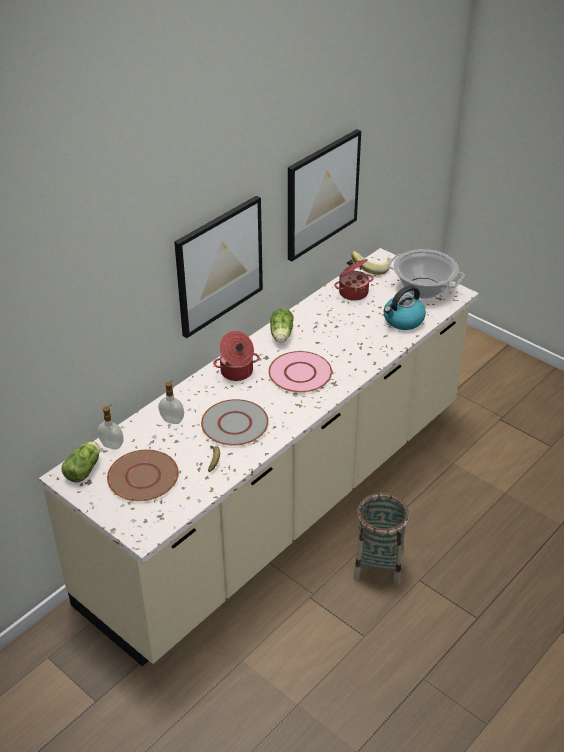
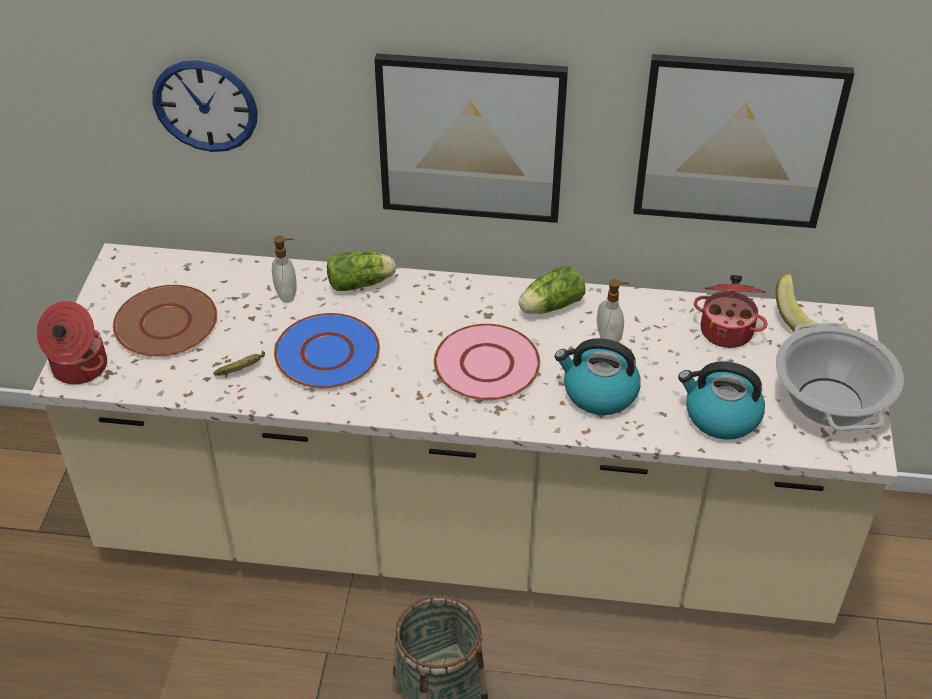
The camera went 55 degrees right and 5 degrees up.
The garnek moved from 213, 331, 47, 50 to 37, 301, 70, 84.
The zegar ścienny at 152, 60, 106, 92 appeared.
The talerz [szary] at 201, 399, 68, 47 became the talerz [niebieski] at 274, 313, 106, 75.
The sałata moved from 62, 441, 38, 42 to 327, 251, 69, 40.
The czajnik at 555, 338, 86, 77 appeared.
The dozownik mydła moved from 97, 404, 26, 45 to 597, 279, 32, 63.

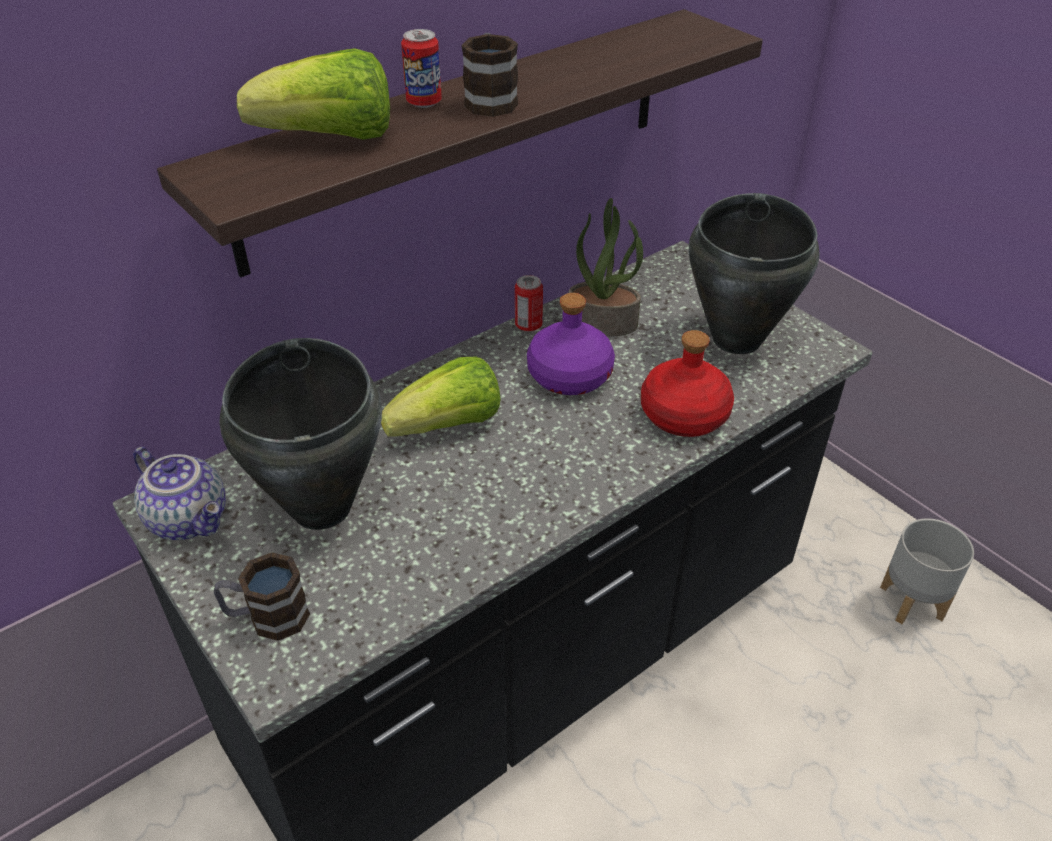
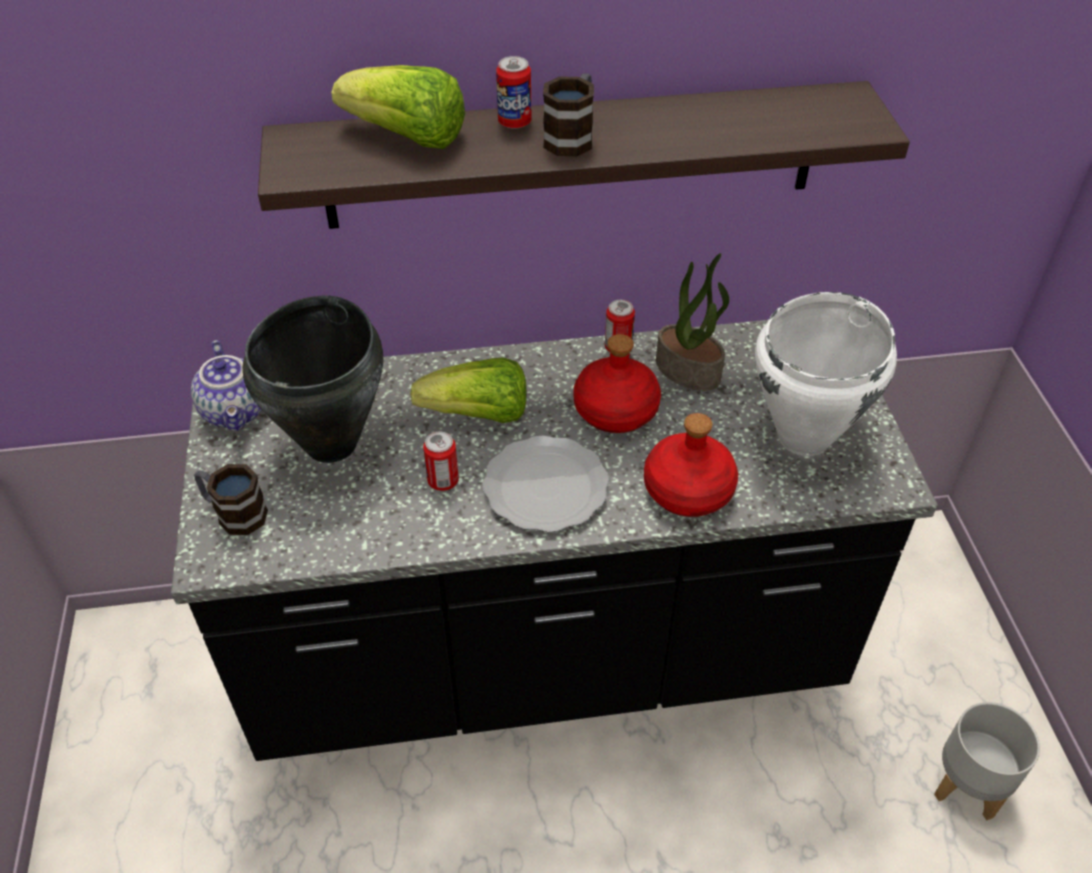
The camera went 30 degrees right and 5 degrees up.
The puszka at 423, 432, 36, 59 appeared.
The talerz at 482, 435, 127, 97 appeared.
The butelka [fioletowy] at 527, 293, 88, 102 became the butelka [czerwony] at 573, 334, 88, 99.
The garnek [czarny] at 689, 193, 131, 161 became the garnek [biały] at 755, 292, 142, 164.

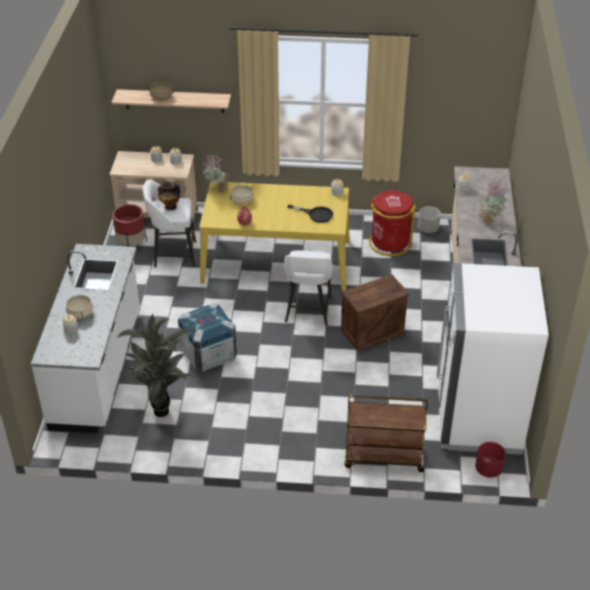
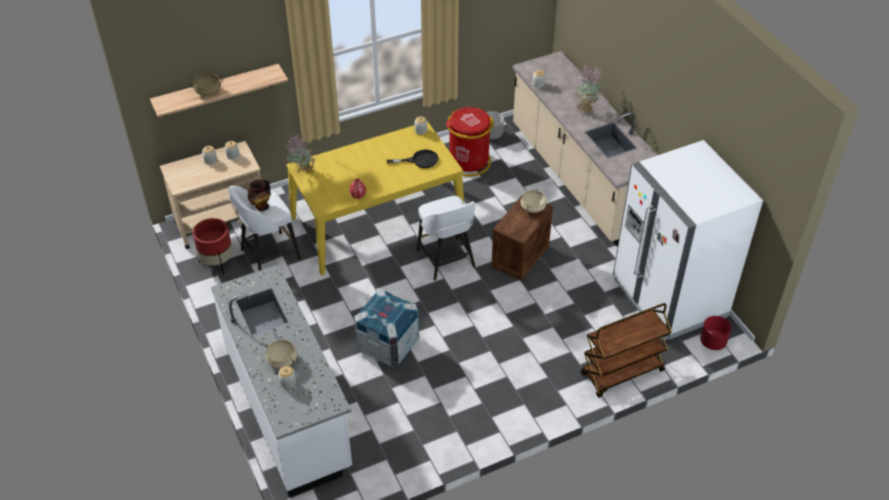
The camera went 30 degrees left and 5 degrees up.
The garnek [beżowy] moved from 230, 185, 24, 19 to 521, 189, 26, 24.
The roślina doniczkowa at 117, 314, 78, 103 disappeared.

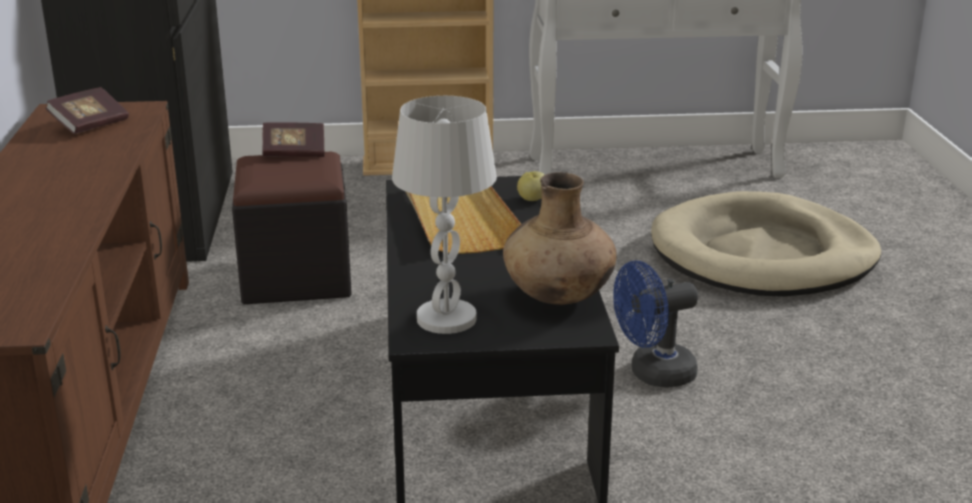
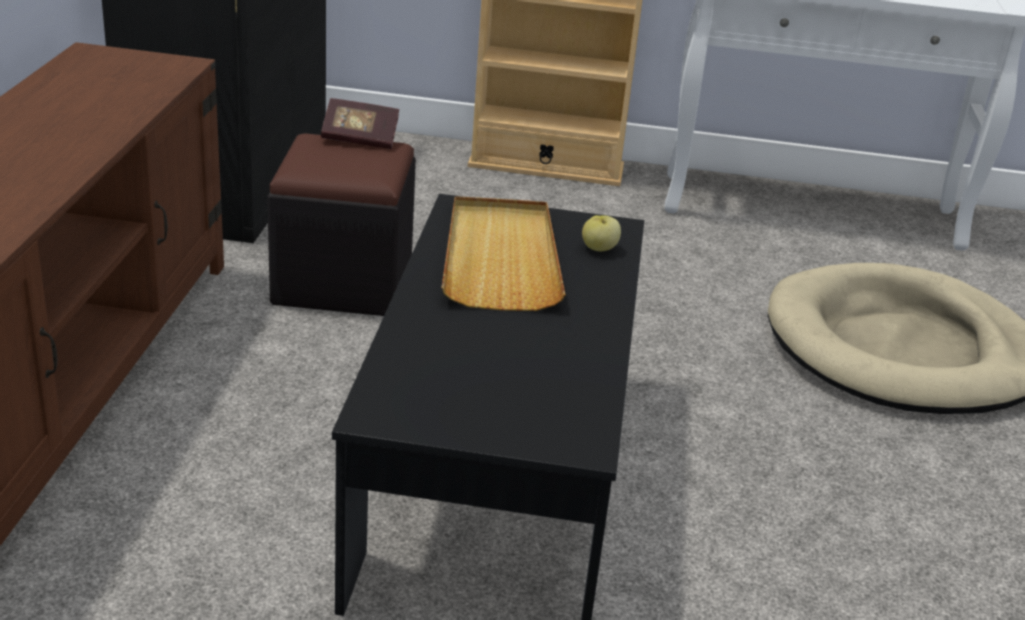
The camera went 10 degrees right and 5 degrees up.
The książka at 45, 87, 84, 47 disappeared.
The lampa stołowa [biały] at 392, 96, 105, 238 disappeared.
The wazon [brązowy] at 503, 172, 114, 133 disappeared.
The wentylator [niebieski] at 614, 261, 84, 127 disappeared.

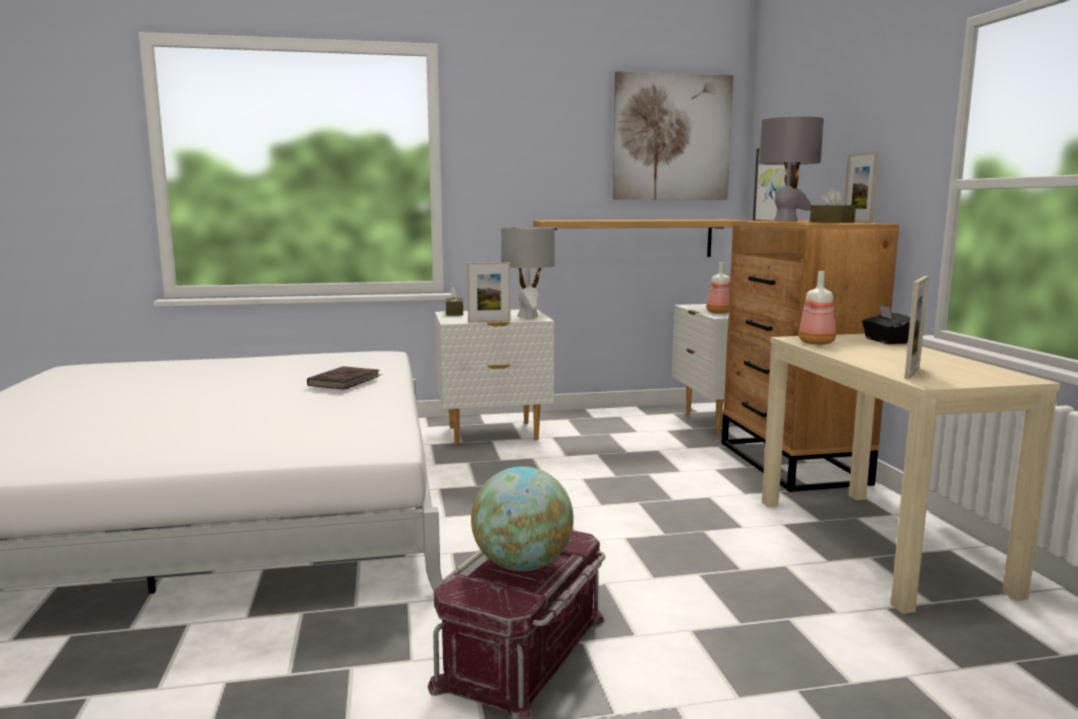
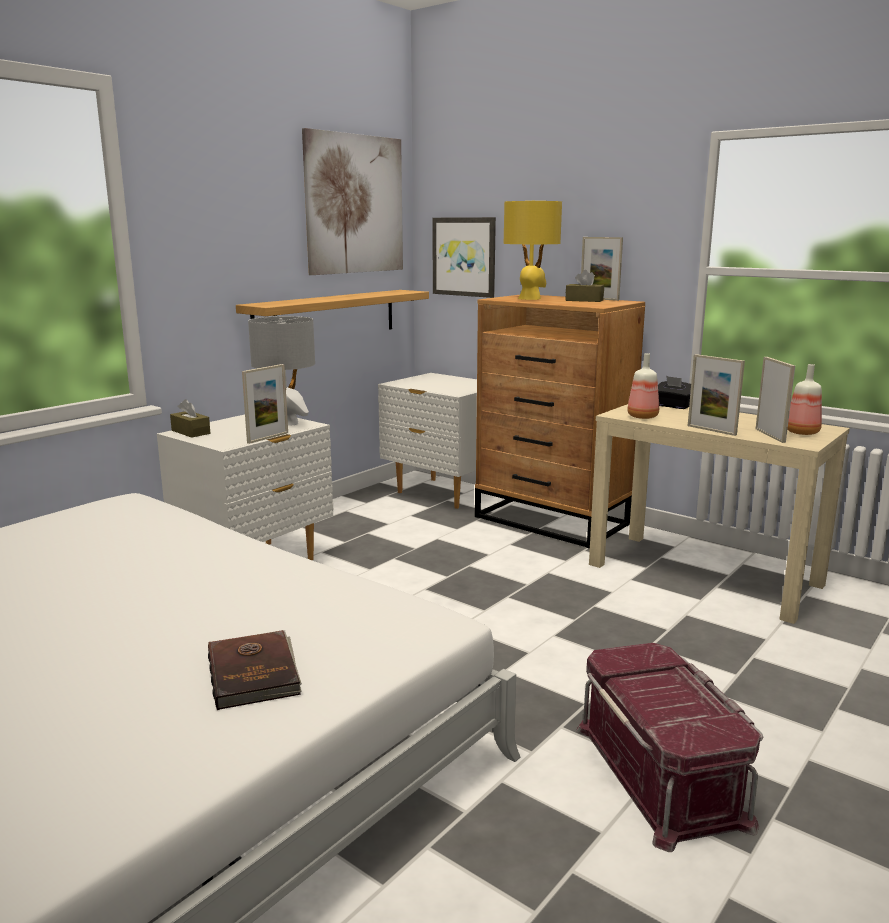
The camera went 40 degrees left and 5 degrees up.
The książka [brązowy] moved from 307, 366, 75, 24 to 208, 630, 94, 80.
The lampa stołowa [szary] at 759, 116, 65, 105 became the lampa stołowa [żółty] at 504, 200, 58, 100.
The ramka na zdjęcie at 688, 354, 57, 82 appeared.
The butelka moved from 707, 262, 23, 52 to 787, 364, 35, 71.
The globus at 471, 466, 103, 105 disappeared.

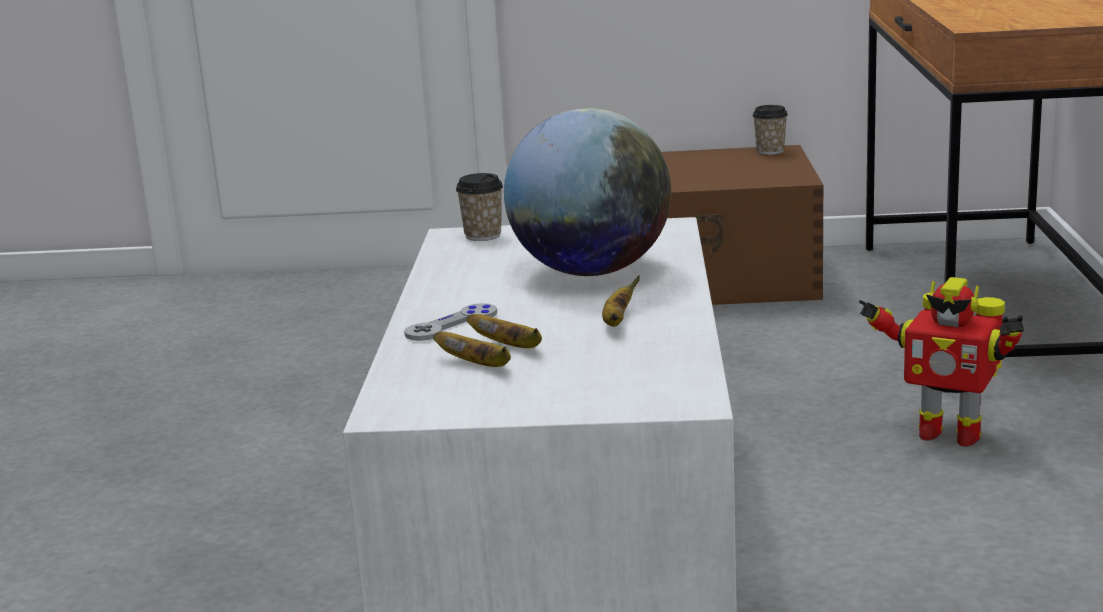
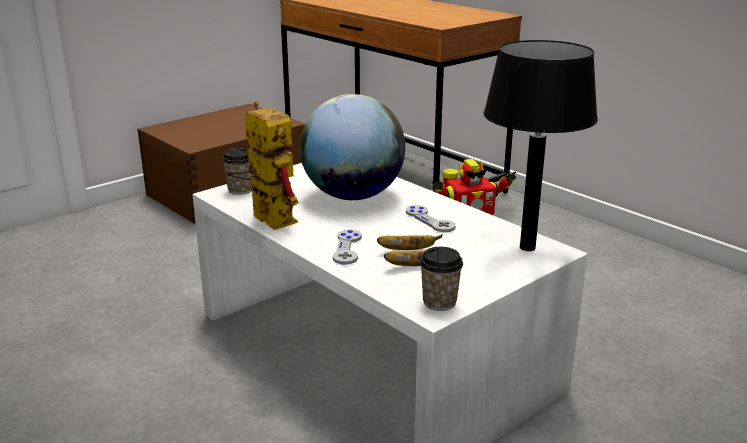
The camera went 45 degrees left and 5 degrees up.
The robot zabawkowy at 227, 101, 72, 129 appeared.
The banan at 602, 275, 38, 52 was replaced by the pad do gier [szary] at 406, 205, 49, 27.
The filiżanka moved from 753, 105, 35, 50 to 420, 247, 43, 64.
The lampa stołowa [czarny] at 483, 40, 115, 211 appeared.

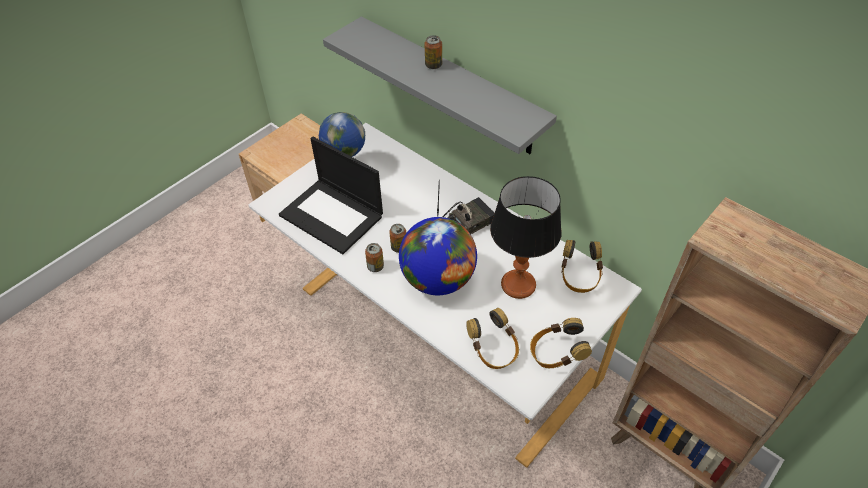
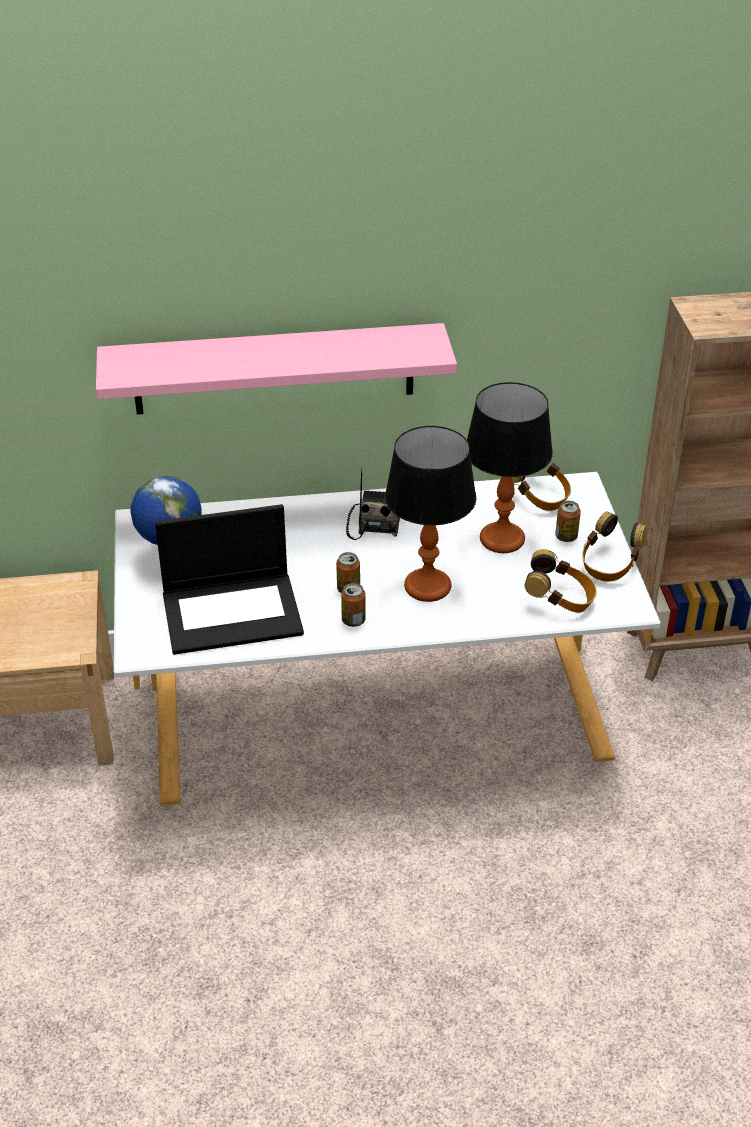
The camera went 50 degrees left and 10 degrees down.
The półka [szary] at 323, 16, 234, 138 became the półka [różowy] at 96, 323, 361, 92.
The globus at 399, 217, 78, 78 was replaced by the lampa stołowa at 385, 426, 91, 176.
The puszka moved from 425, 35, 17, 34 to 555, 501, 26, 41.

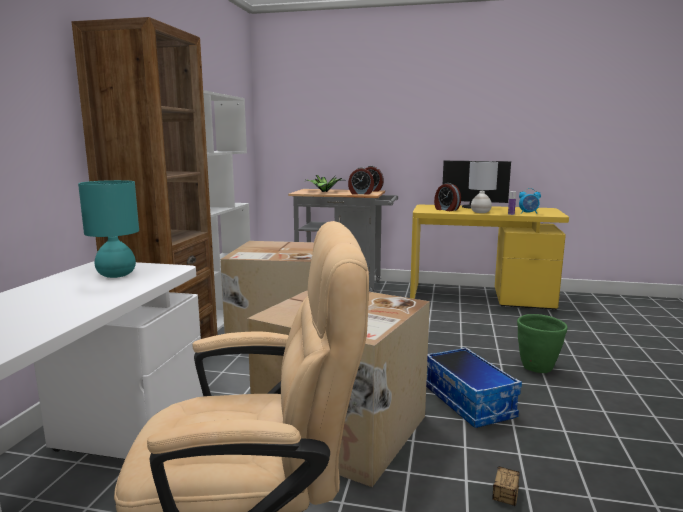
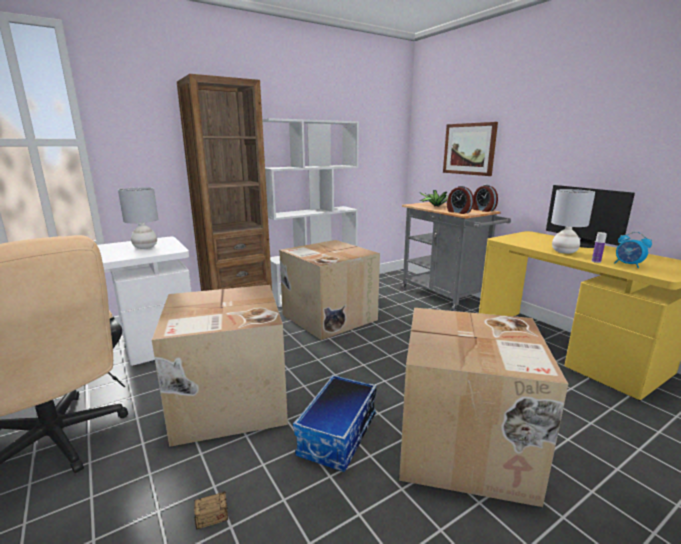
The camera went 45 degrees right and 5 degrees up.
The lampa stołowa [turkusowy] at 78, 180, 61, 98 became the lampa stołowa [szary] at 118, 187, 40, 62.
The donica [zielony] at 517, 314, 51, 59 was replaced by the karton at 399, 308, 169, 199.
The obraz at 443, 122, 55, 54 appeared.
The budzik at 434, 183, 27, 28 disappeared.

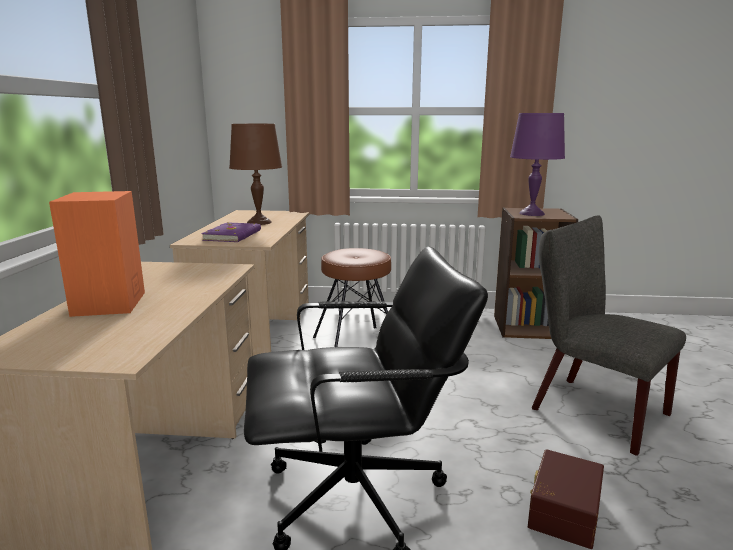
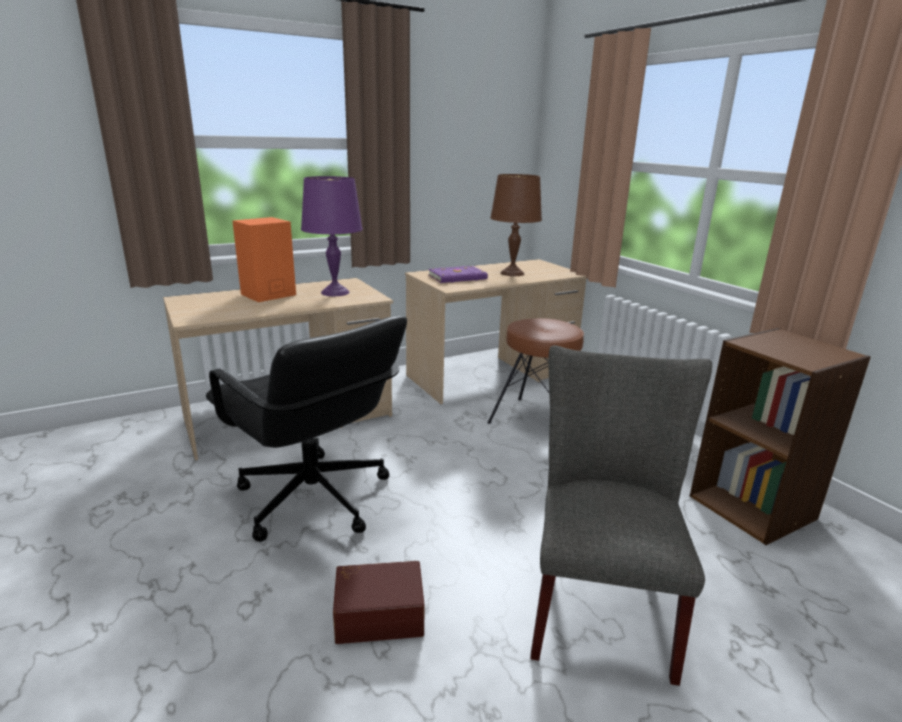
The camera went 55 degrees right and 5 degrees up.
The lampa stołowa [fioletowy] moved from 510, 113, 55, 103 to 301, 176, 62, 120.

